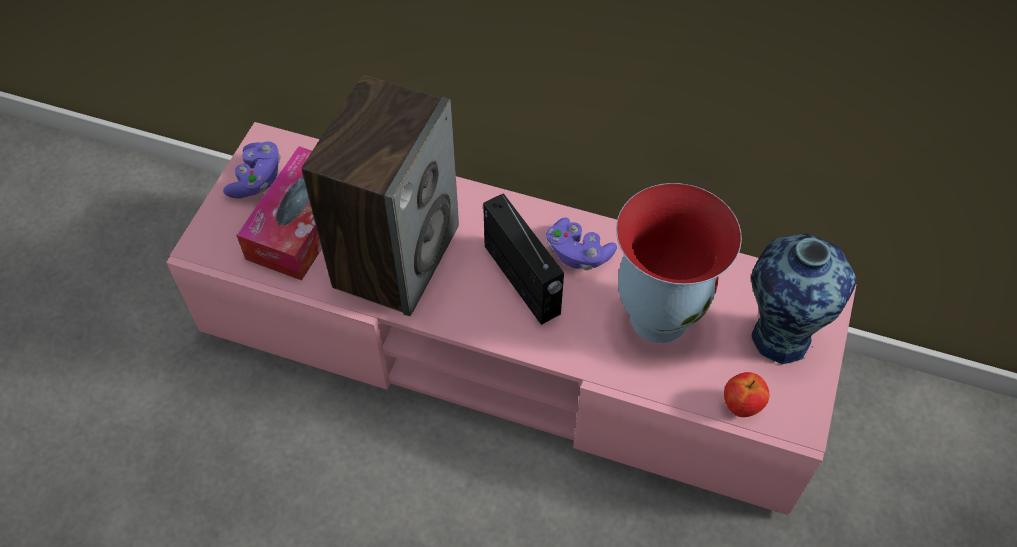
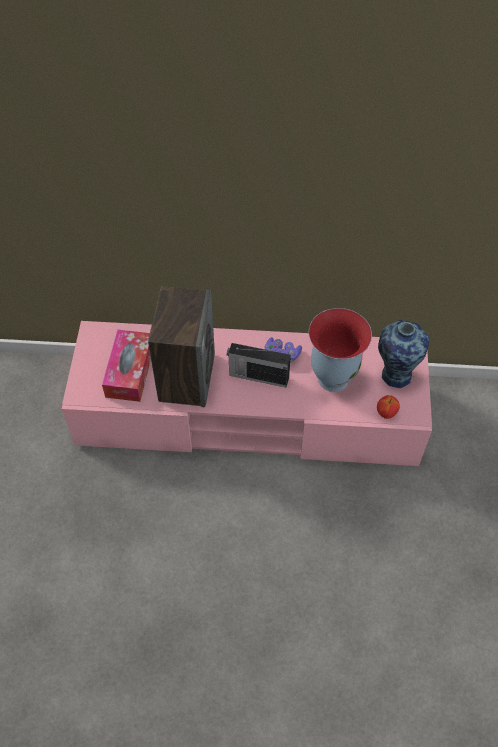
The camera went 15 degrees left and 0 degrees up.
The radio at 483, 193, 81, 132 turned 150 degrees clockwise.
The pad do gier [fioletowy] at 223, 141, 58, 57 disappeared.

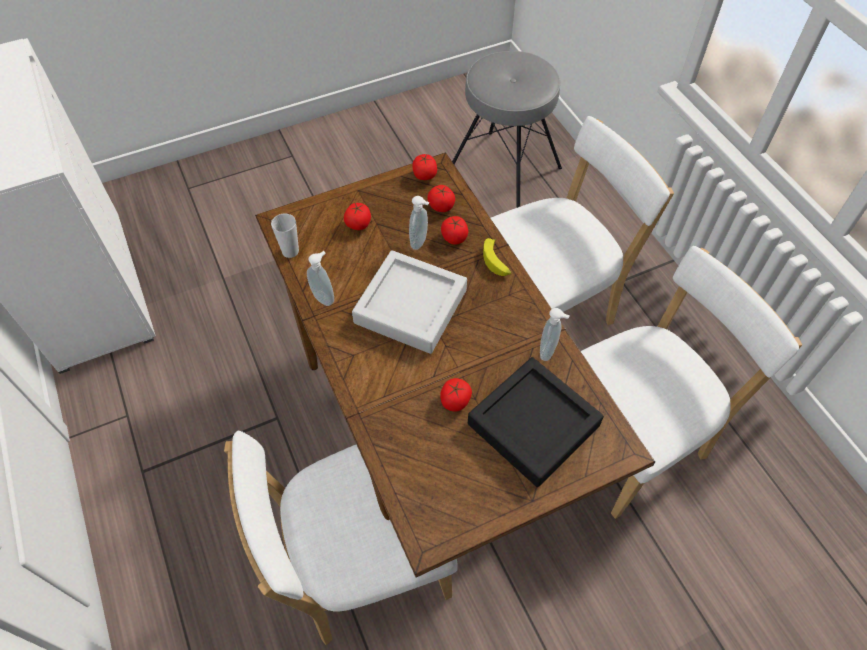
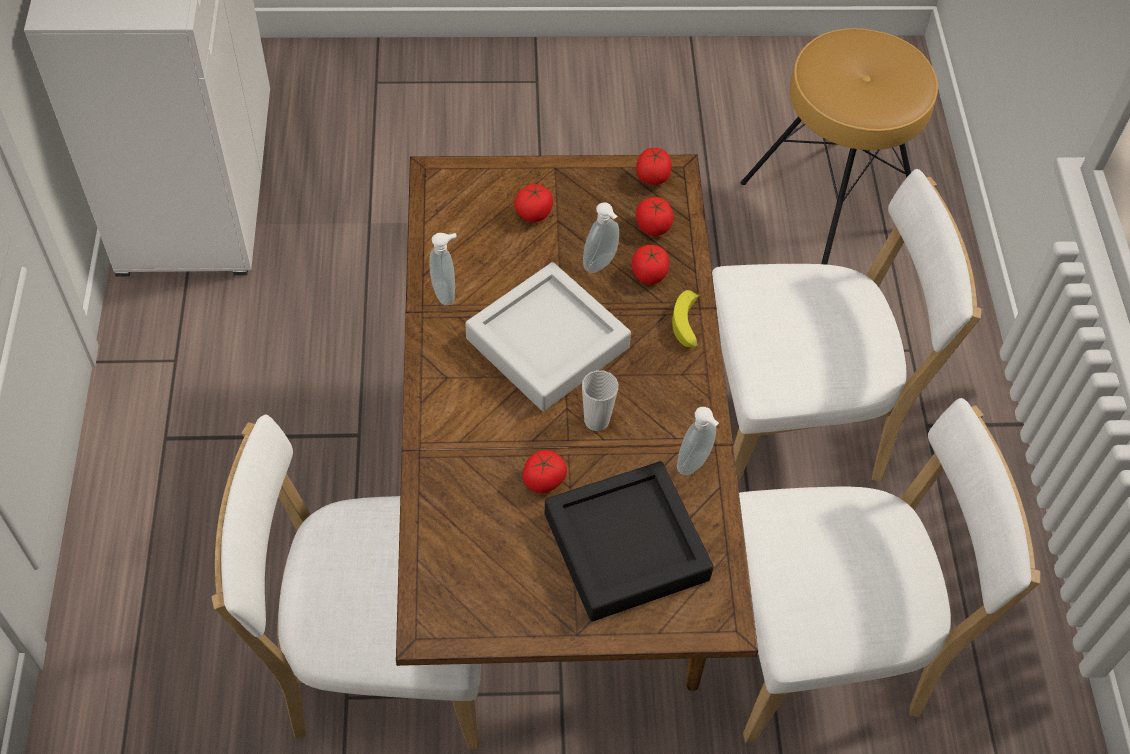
The camera went 20 degrees right and 0 degrees up.
The filiżanka moved from 271, 214, 28, 44 to 582, 370, 36, 61.
The stołek [szary] at 452, 51, 110, 157 became the stołek [brązowy] at 741, 28, 197, 237.

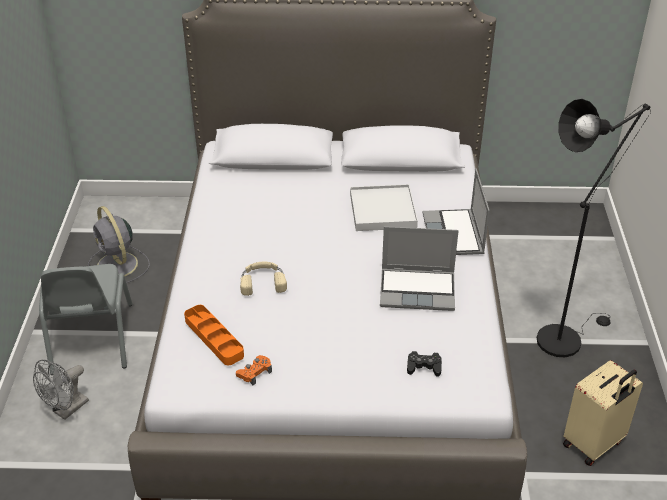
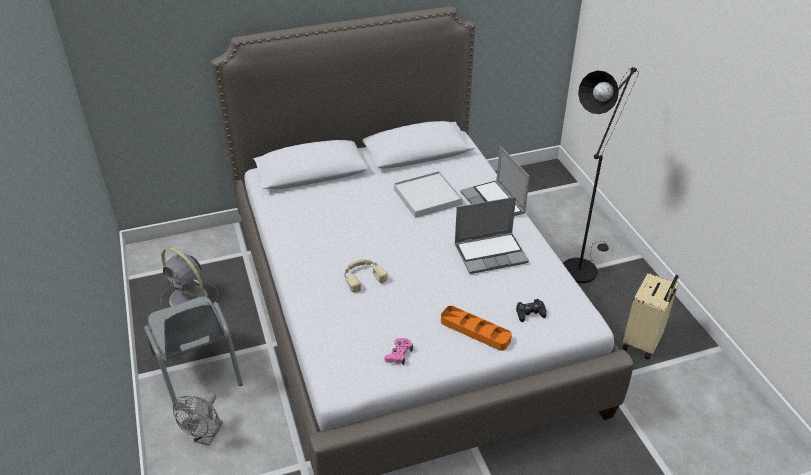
The camera went 20 degrees left and 0 degrees up.
The pad do gier [pomarańczowy] at 236, 355, 36, 31 became the pad do gier [różowy] at 384, 338, 29, 27.
The taca [pomarańczowy] moved from 184, 305, 60, 60 to 441, 306, 71, 45.

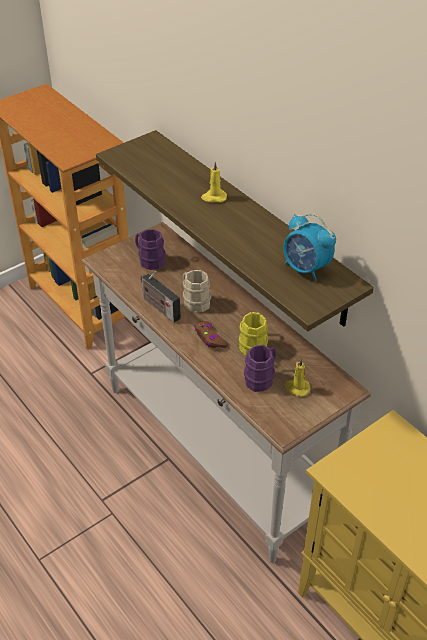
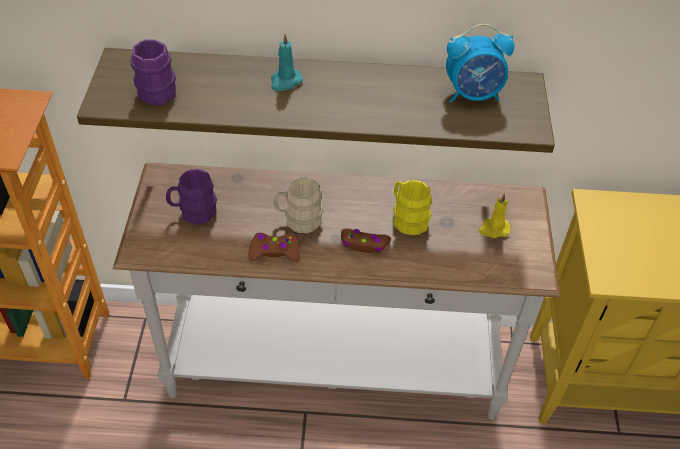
The camera went 50 degrees left and 5 degrees up.
The kubek [fioletowy] moved from 244, 345, 32, 47 to 130, 39, 46, 66.
The radio at 141, 271, 40, 52 was replaced by the pad do gier [brązowy] at 248, 233, 52, 29.
The świeca [żółty] at 201, 162, 26, 41 became the świeca [turkusowy] at 271, 34, 32, 57.

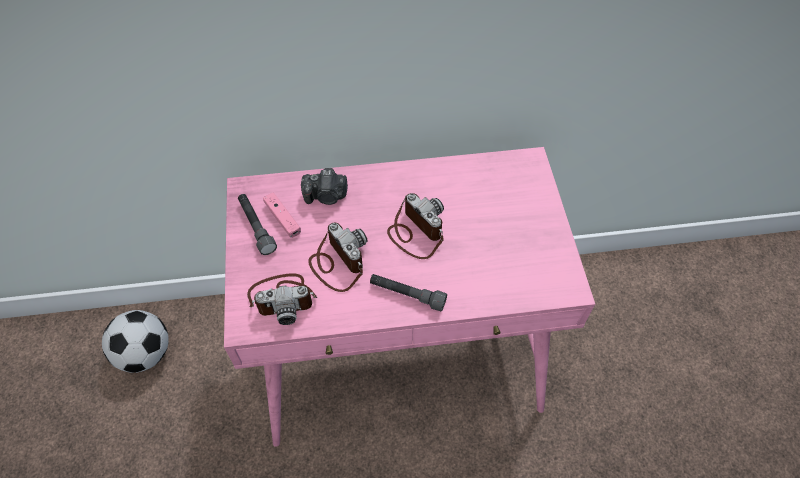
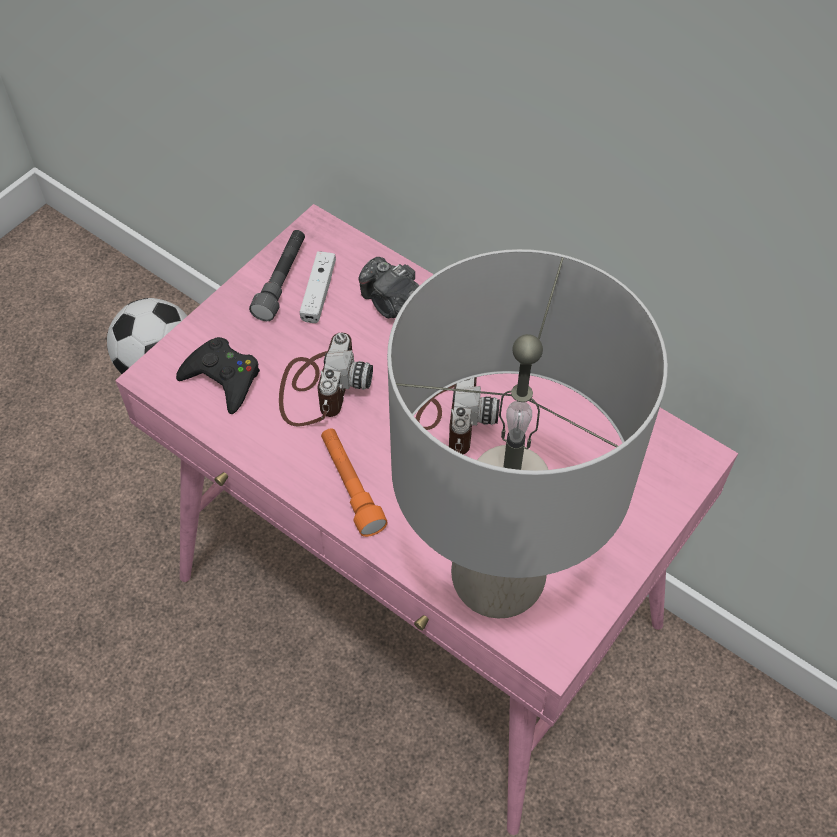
The camera went 45 degrees right and 0 degrees up.
The aparat fotograficzny at 247, 273, 71, 52 was replaced by the pad do gier [czarny] at 176, 337, 84, 77.
The pad do gier [różowy] at 263, 192, 38, 46 became the pad do gier [biały] at 300, 251, 36, 72.
The latarka [szary] at 370, 274, 77, 38 became the latarka [pomarańczowy] at 321, 428, 67, 109.
The lampa stołowa [szary] at 387, 249, 281, 369 appeared.

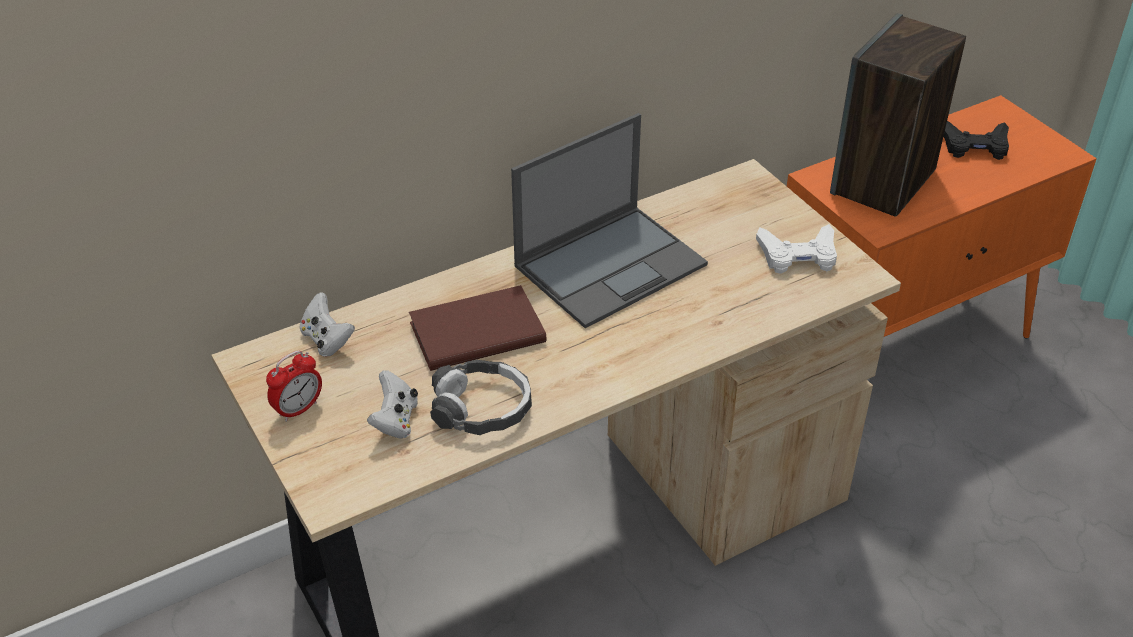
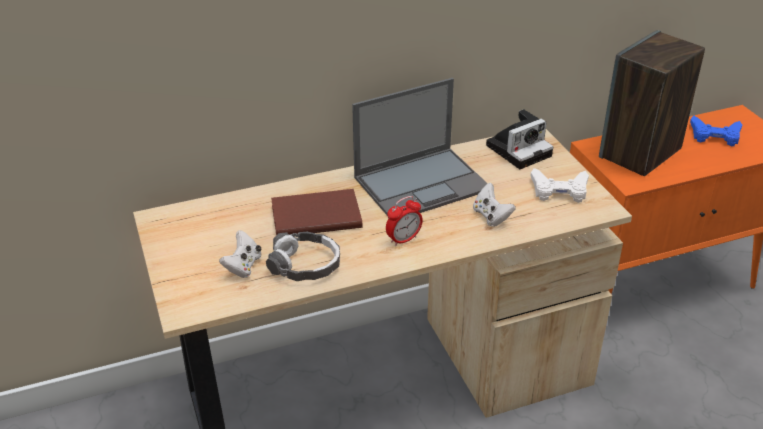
The camera went 10 degrees right and 5 degrees down.
The budzik moved from 266, 350, 56, 72 to 386, 196, 37, 50.
The pad do gier [biały] moved from 300, 292, 55, 65 to 473, 183, 43, 44.
The aparat fotograficzny at 486, 109, 67, 60 appeared.
The pad do gier [czarny] at 943, 121, 66, 39 became the pad do gier [niebieski] at 690, 116, 52, 30.

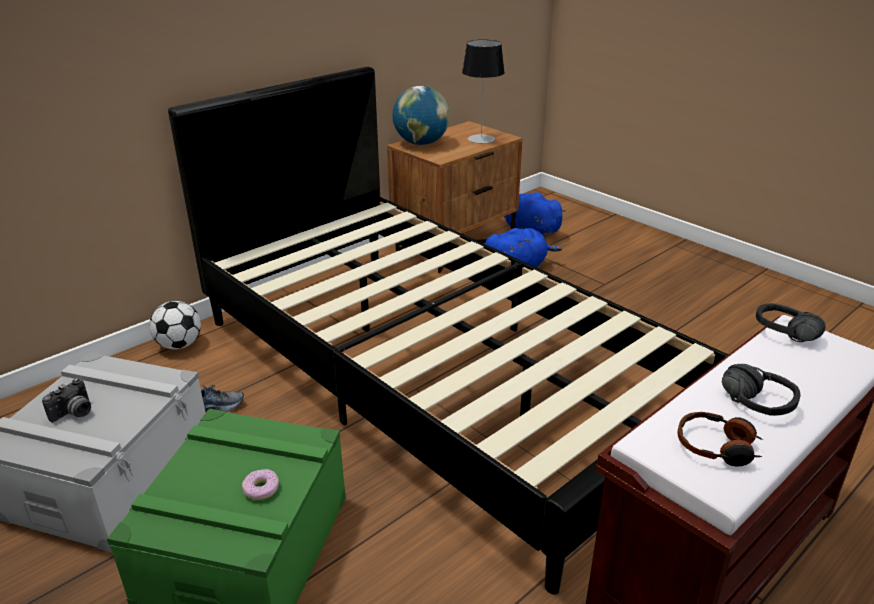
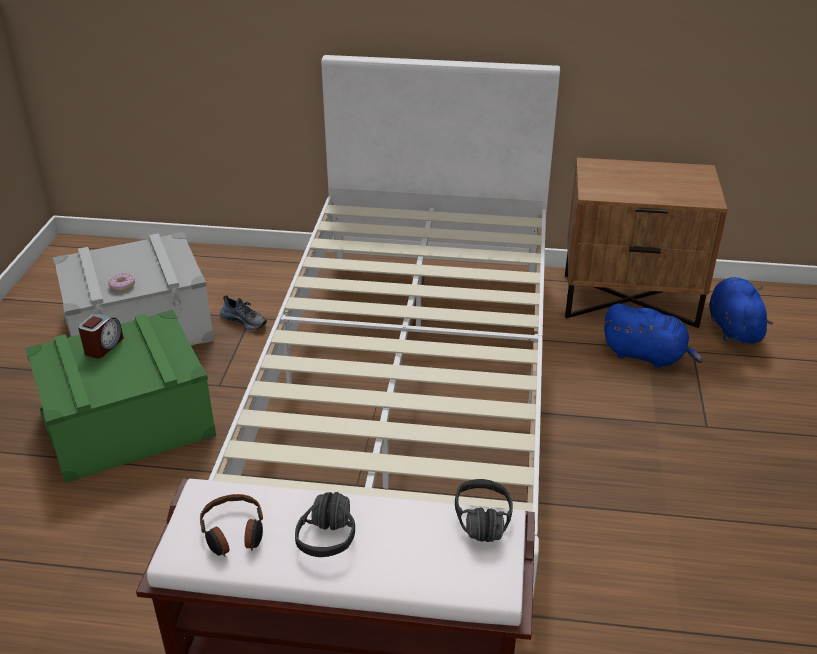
The camera went 50 degrees right and 5 degrees up.
The budzik at 78, 313, 46, 45 appeared.
The donut moved from 242, 469, 37, 31 to 108, 273, 27, 18.
The łóżko [czarny] at 168, 67, 560, 528 became the łóżko [biały] at 209, 55, 351, 542.
The aparat fotograficzny at 42, 378, 49, 44 disappeared.
The piłka futbolowa at 149, 301, 52, 49 disappeared.
The globus at 392, 86, 58, 59 disappeared.
The lampa stołowa at 462, 39, 43, 104 disappeared.

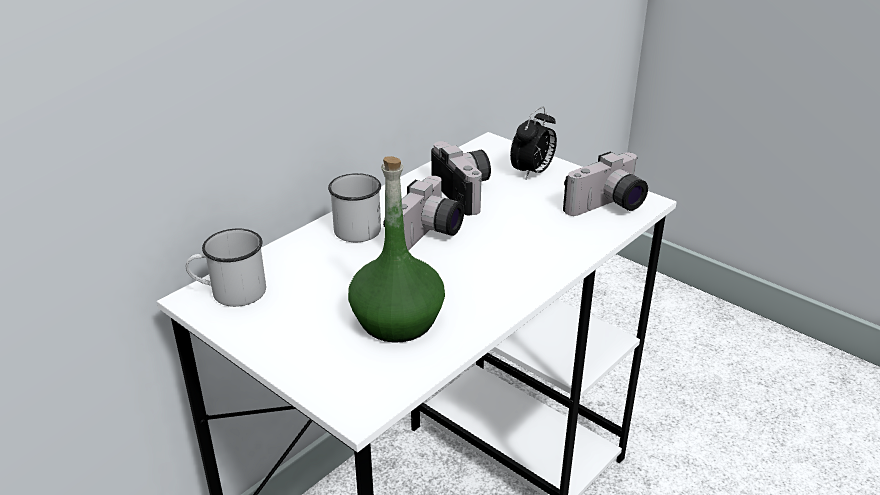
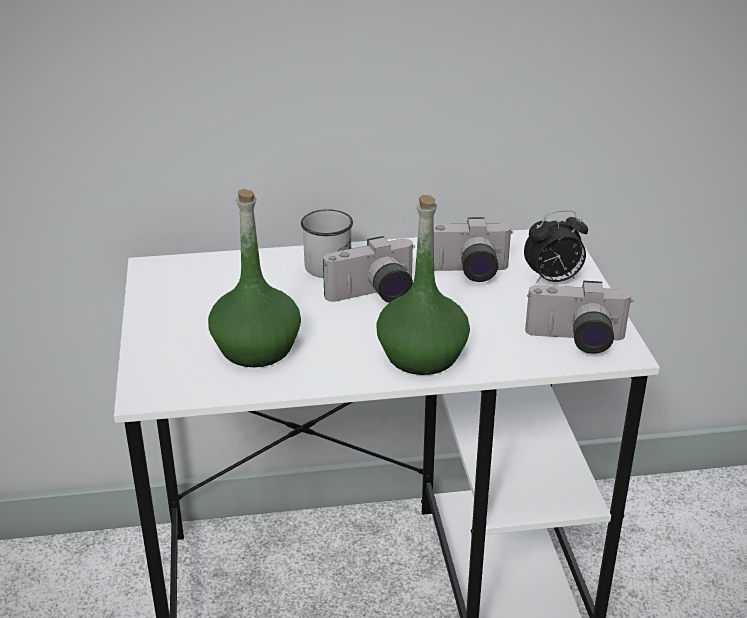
The camera went 40 degrees right and 0 degrees up.
The butelka [zielony] at 376, 195, 94, 180 appeared.
The aparat fotograficzny at 431, 141, 60, 75 turned 75 degrees clockwise.
The kubek [biały] at 186, 229, 80, 78 disappeared.

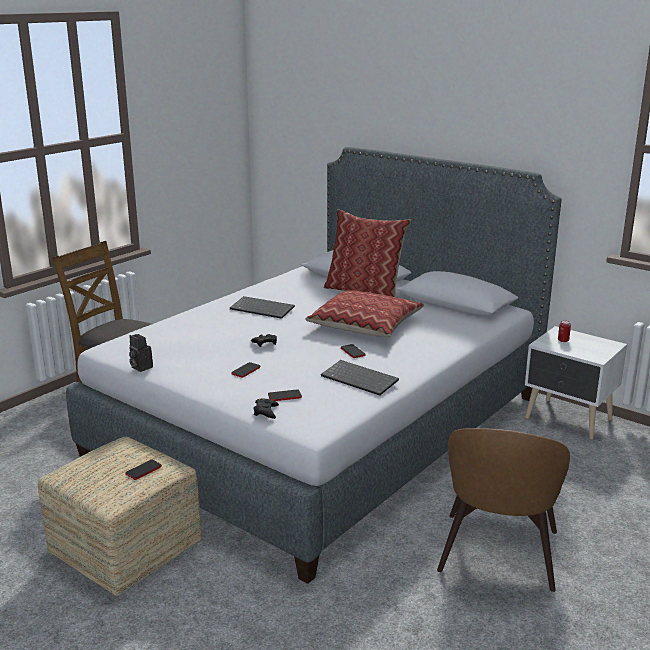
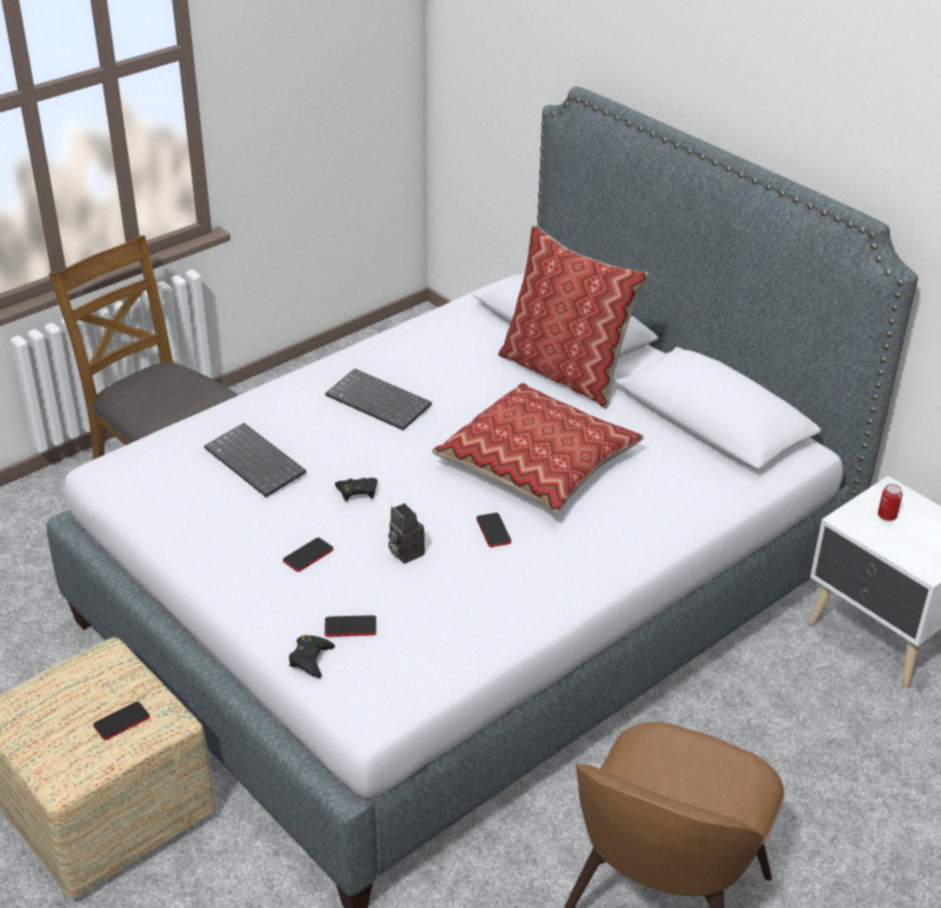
The camera went 10 degrees right and 15 degrees up.
The klawiatura moved from 321, 360, 78, 36 to 204, 423, 102, 74.
The aparat fotograficzny moved from 129, 334, 24, 38 to 388, 503, 37, 61.

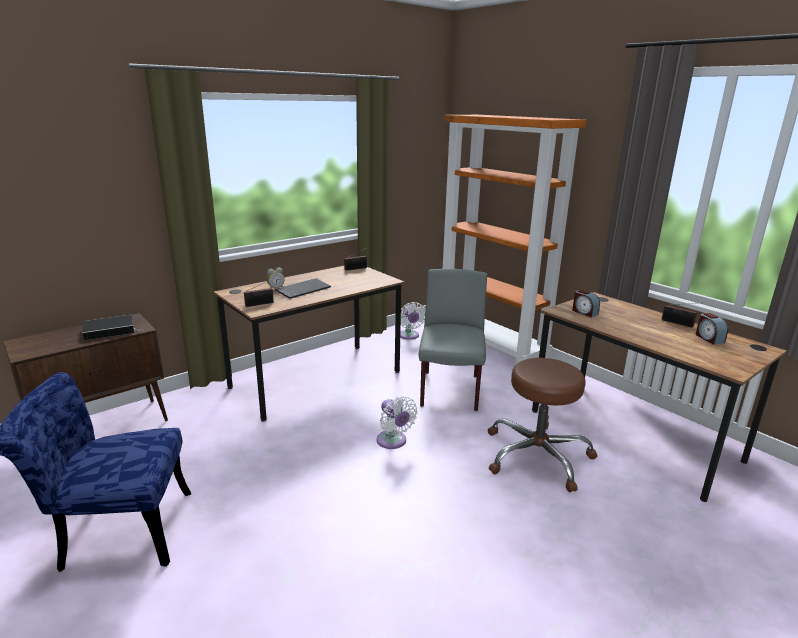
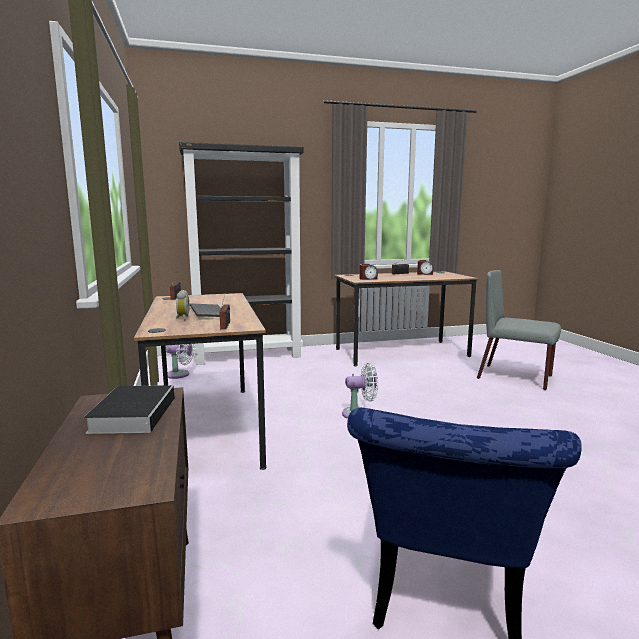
The camera went 65 degrees left and 10 degrees down.
The regał [pomarańczowy] at 443, 115, 143, 250 became the regał [czarny] at 179, 142, 124, 223.
The krzesło [szary] moved from 419, 269, 68, 142 to 477, 270, 84, 120.
The stołek [brązowy] at 488, 358, 110, 134 disappeared.

